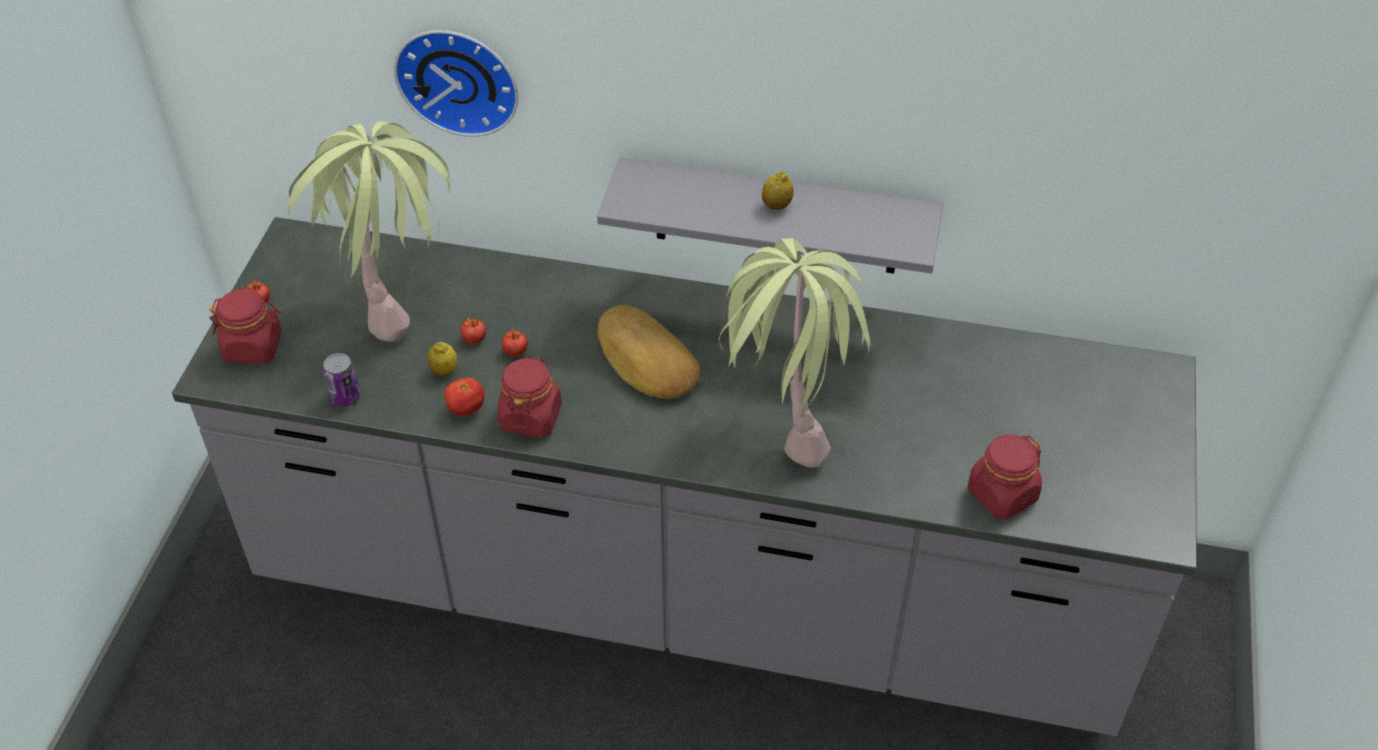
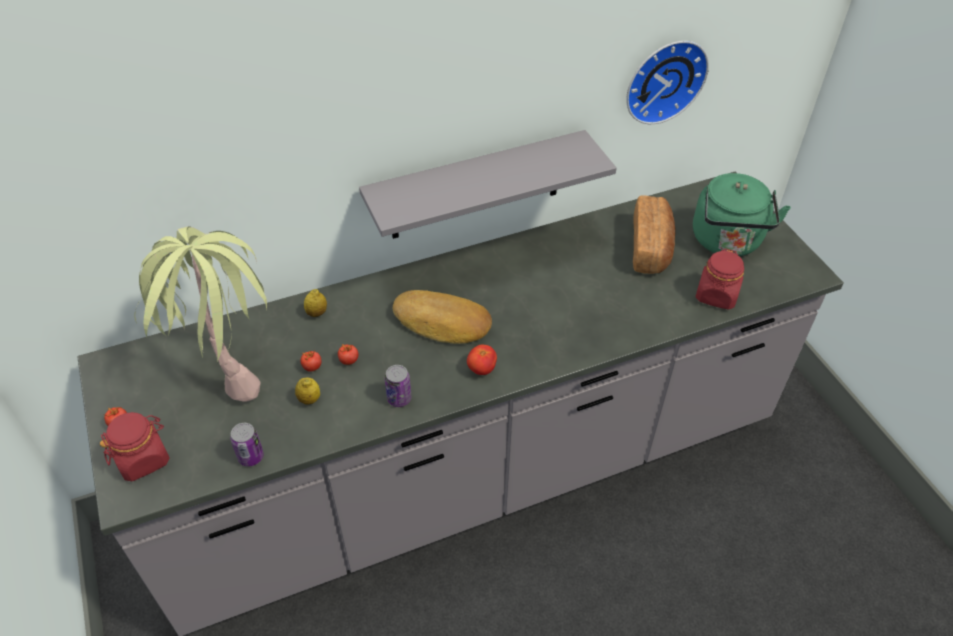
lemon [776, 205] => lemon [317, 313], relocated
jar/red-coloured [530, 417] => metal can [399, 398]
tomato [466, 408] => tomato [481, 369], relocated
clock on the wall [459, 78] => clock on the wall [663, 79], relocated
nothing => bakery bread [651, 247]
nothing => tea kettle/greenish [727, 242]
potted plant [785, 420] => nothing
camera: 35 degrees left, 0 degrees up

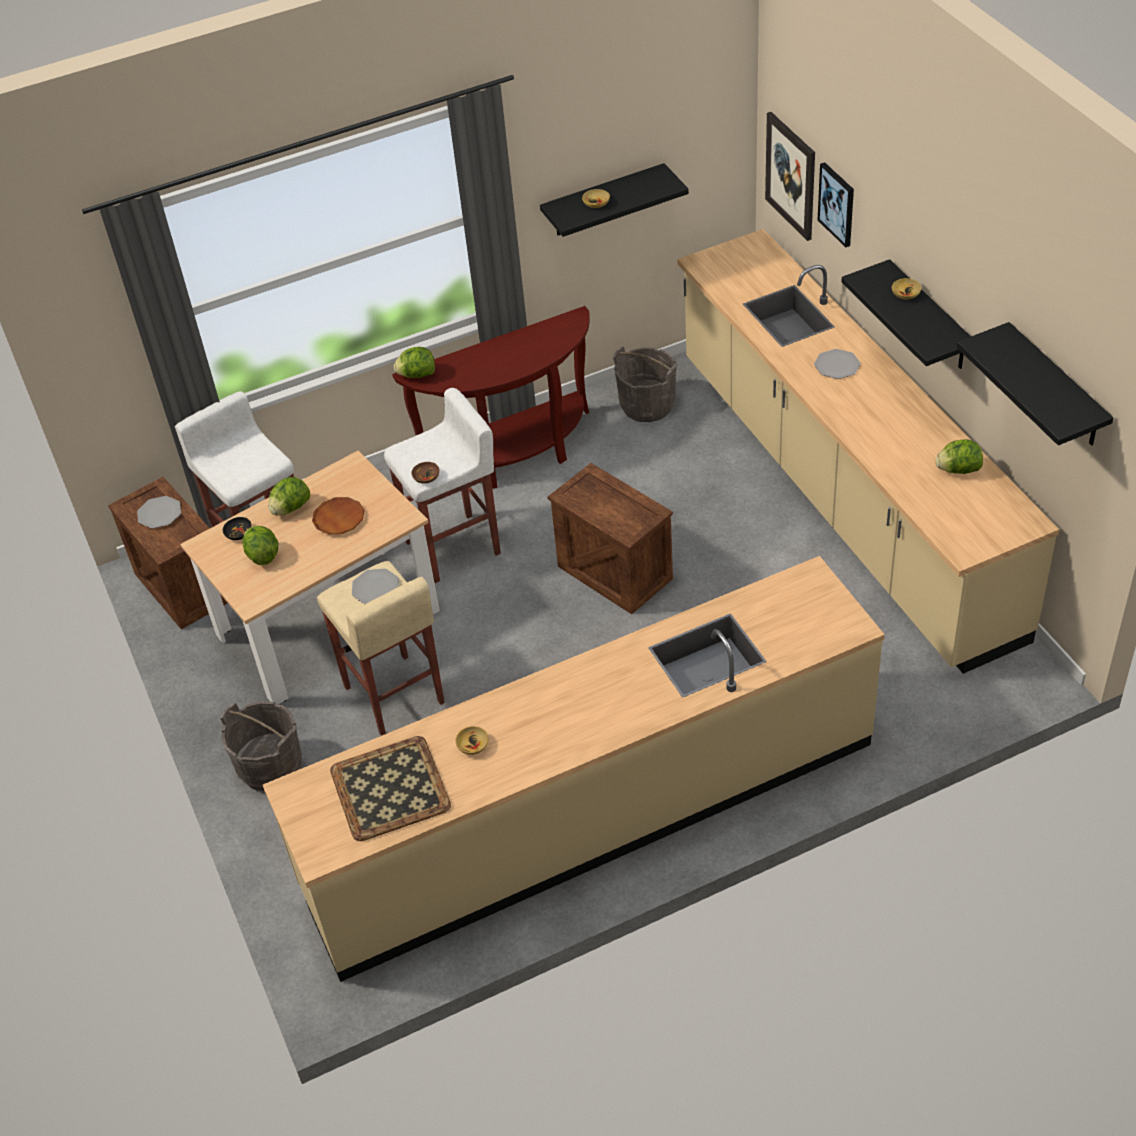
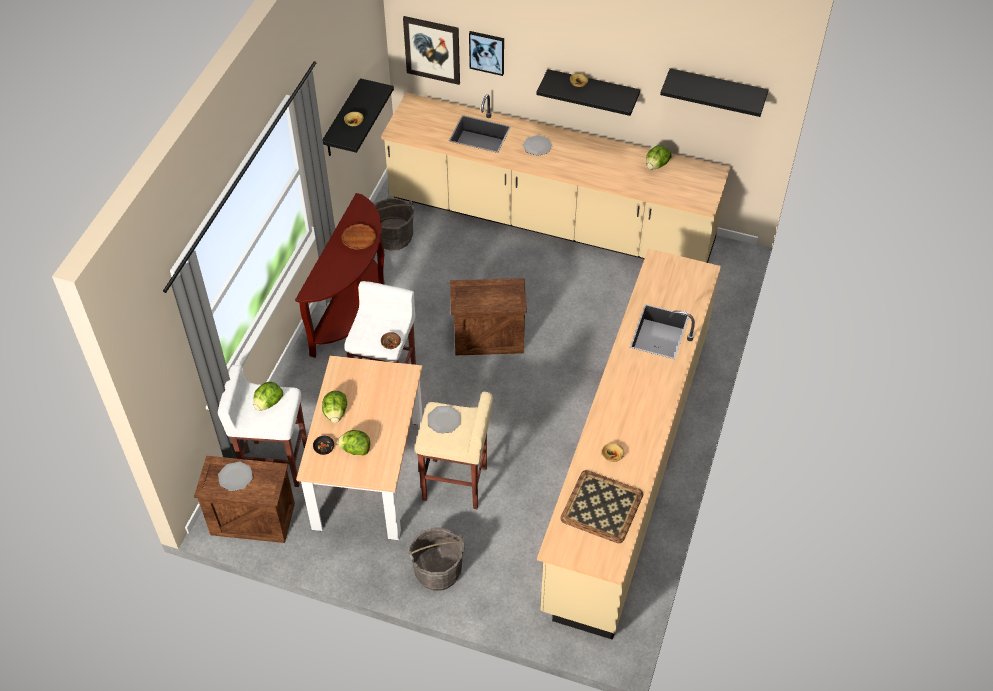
lettuce [417, 375] => lettuce [268, 403], relocated
flat dish/brownish [339, 519] => flat dish/brownish [359, 238], relocated
camera: 50 degrees left, 5 degrees up

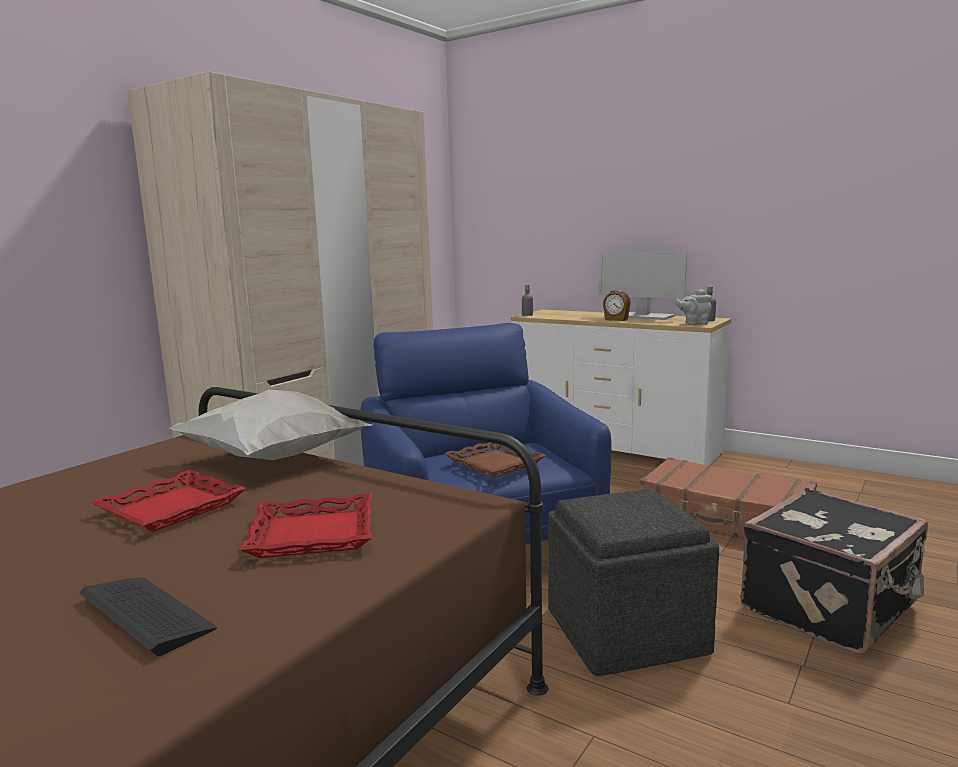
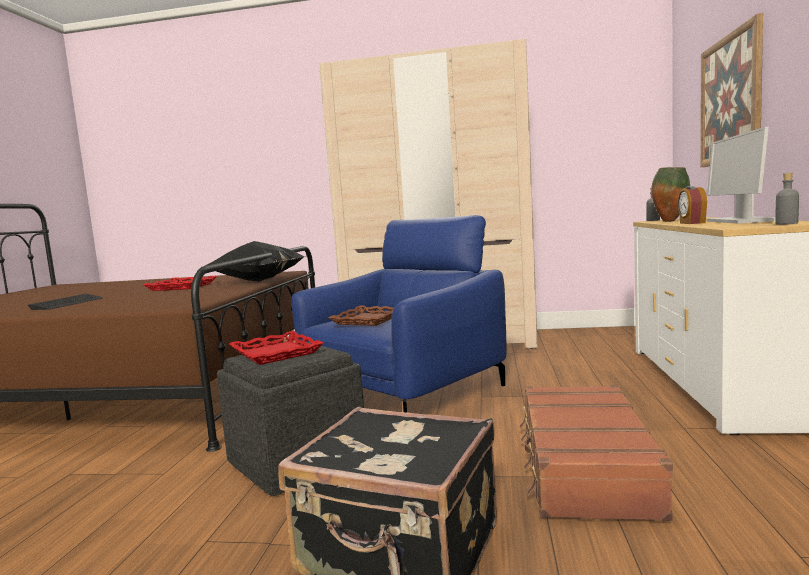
cushion/white [276, 459] => cushion/blackish [256, 282]
serving tray/red-coloured [313, 534] => serving tray/red-coloured [277, 353], relocated
nothing => vase [670, 221]
nothing => picture [730, 99]
pot for tea/grey [694, 324] => nothing
camera: 65 degrees right, 5 degrees down

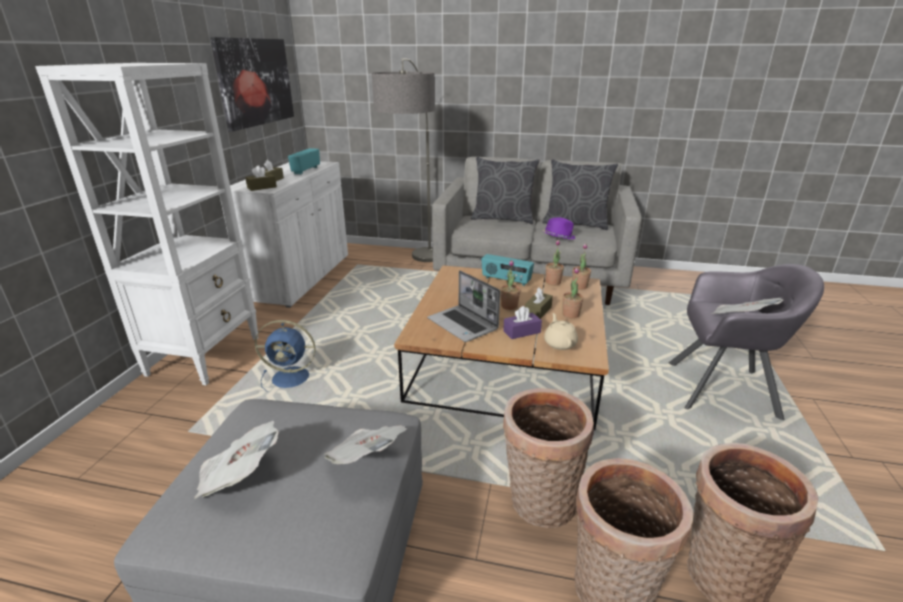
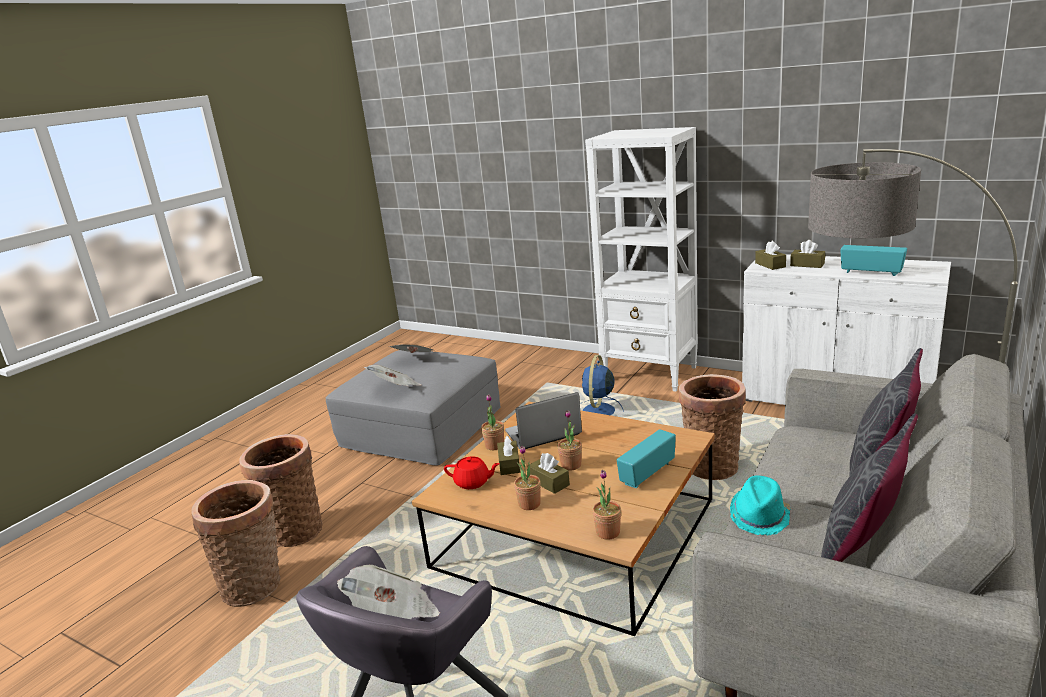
pot for tea/beige-coloured [560, 343] => pot for tea/red-coloured [473, 482]
potted plant [553, 282] => potted plant [494, 446], relocated
tissue holder/purplish [521, 332] => tissue holder/brownish [509, 464]
storage basket [538, 503] => storage basket [711, 465], relocated
hat/purplish [558, 237] => hat/blue-green [760, 516]
picture [255, 82] => nothing
camera: 110 degrees right, 5 degrees down

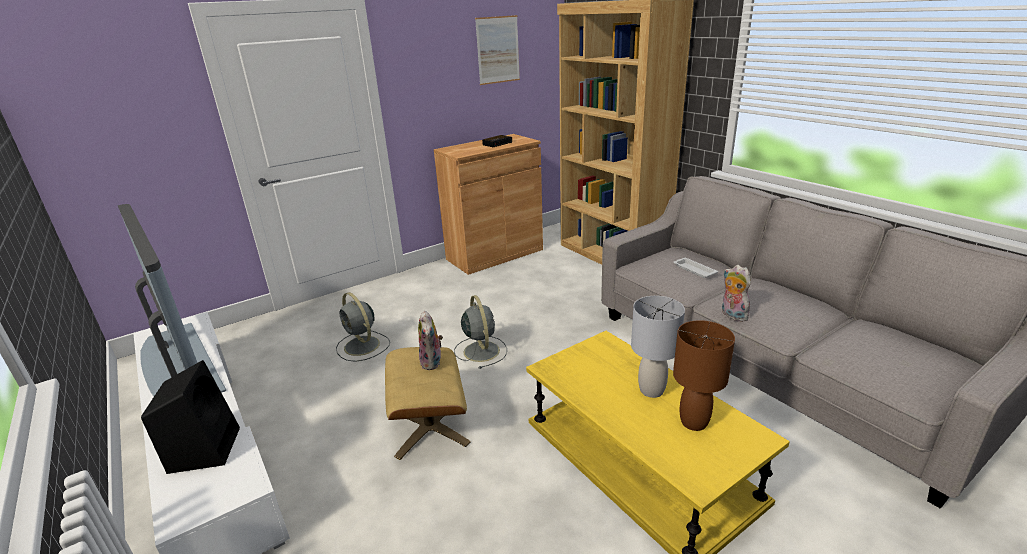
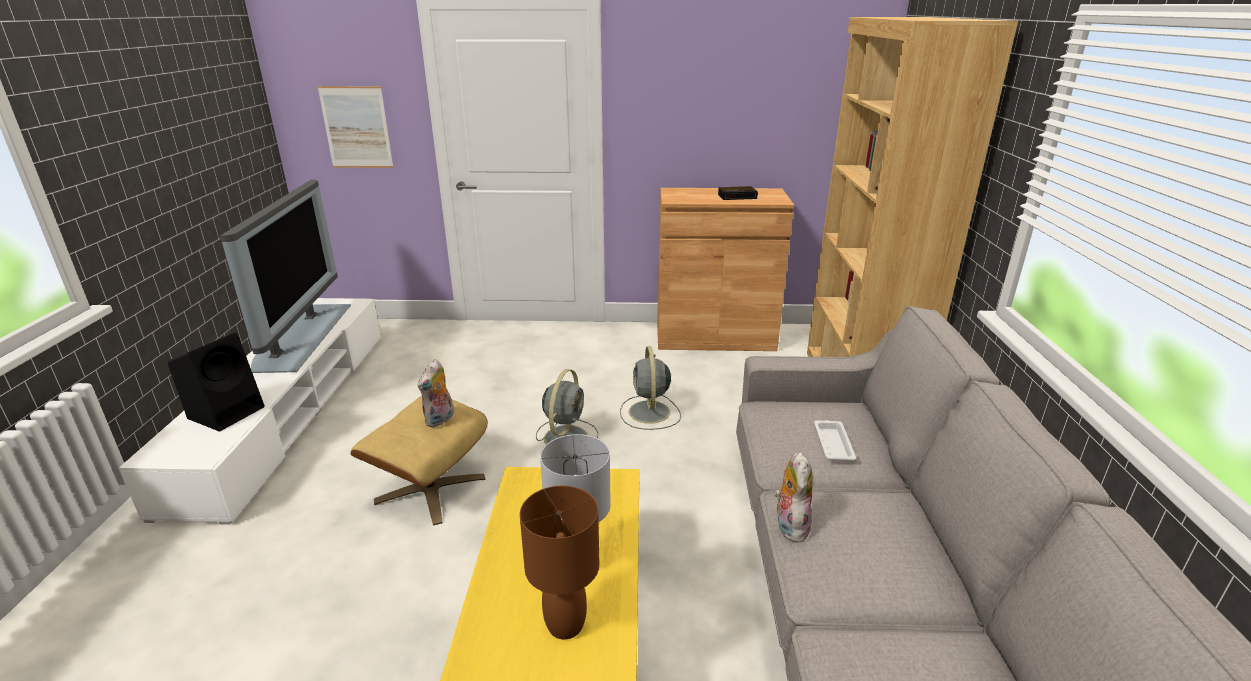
picture [498, 50] => picture [356, 127], relocated
electric fan/grey [363, 346] => electric fan/grey [649, 413], relocated
camera: 35 degrees right, 0 degrees up

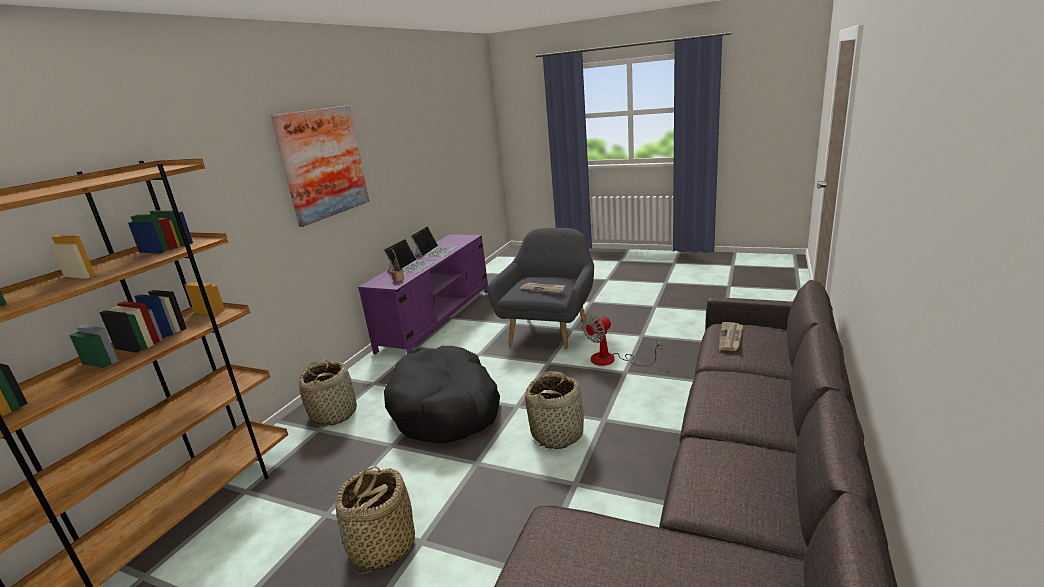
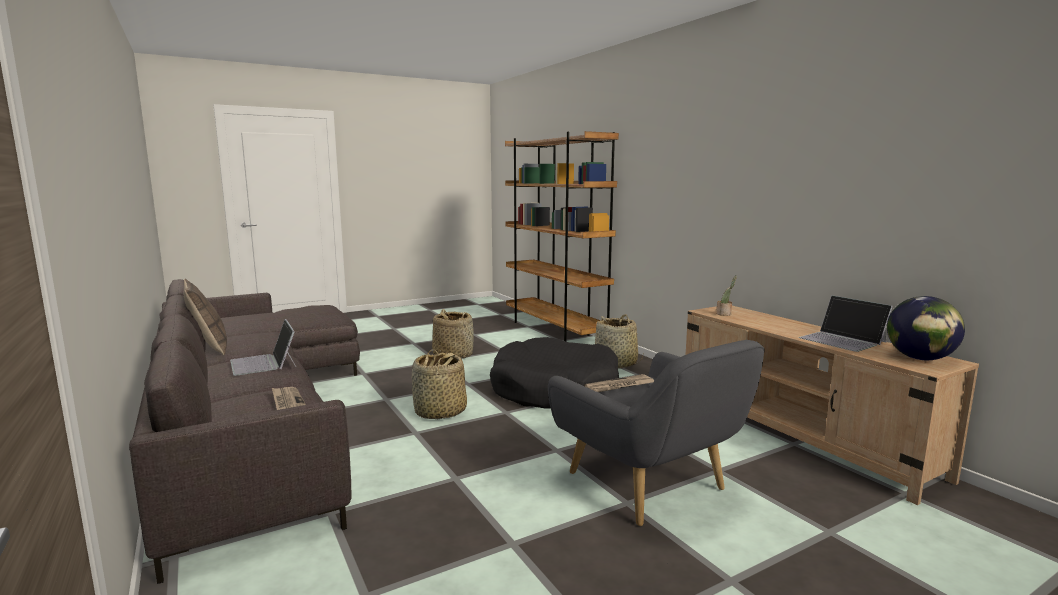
nothing => cushion [208, 348]
portable computer [412, 266] => portable computer [264, 363], relocated
tv unit/purplish [437, 319] => tv unit/beige-coloured [799, 435]
nothing => desk globe [920, 358]
picture [323, 163] => nothing
electric fan [611, 360] => nothing
camera: 125 degrees right, 10 degrees down

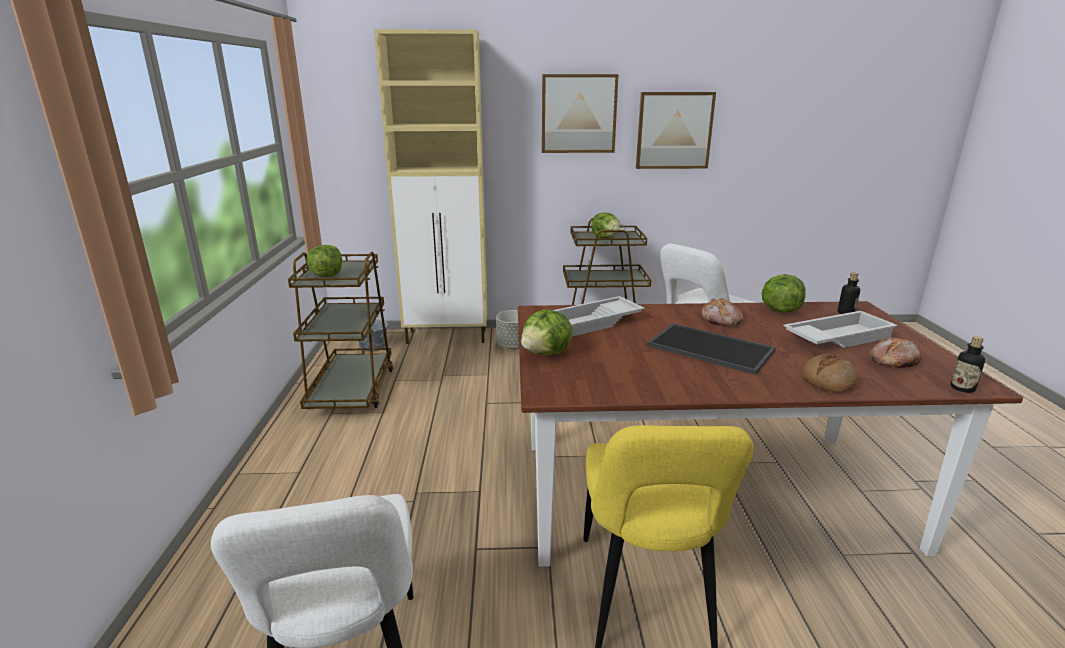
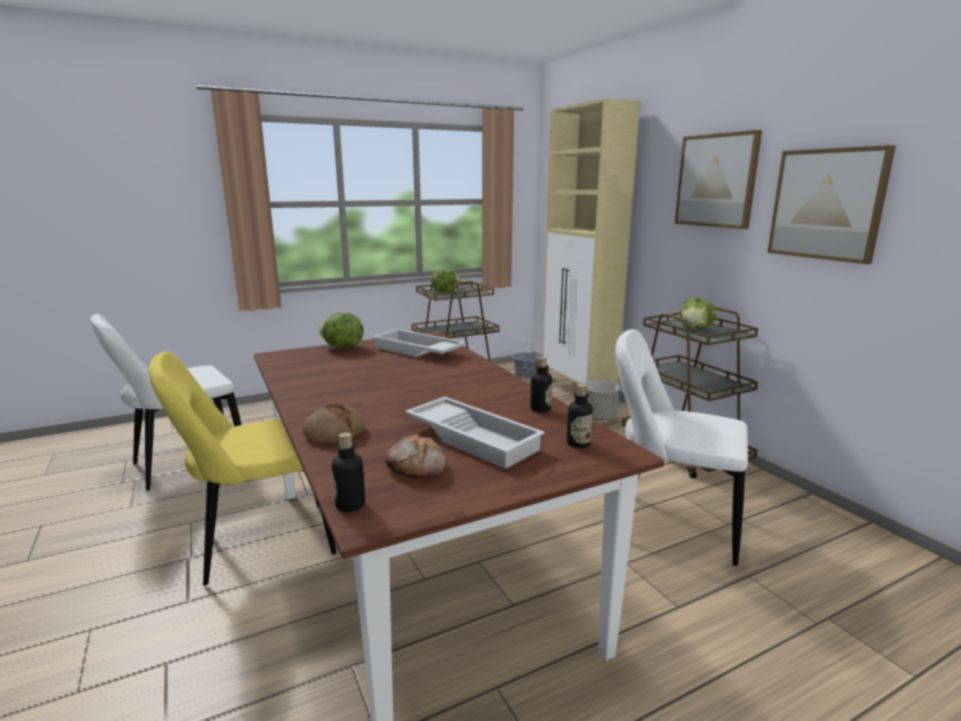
lettuce [779, 310] => beverage bottle [540, 409]
serving tray [708, 348] => nothing
bakery bread [721, 320] => nothing
camera: 65 degrees right, 5 degrees down

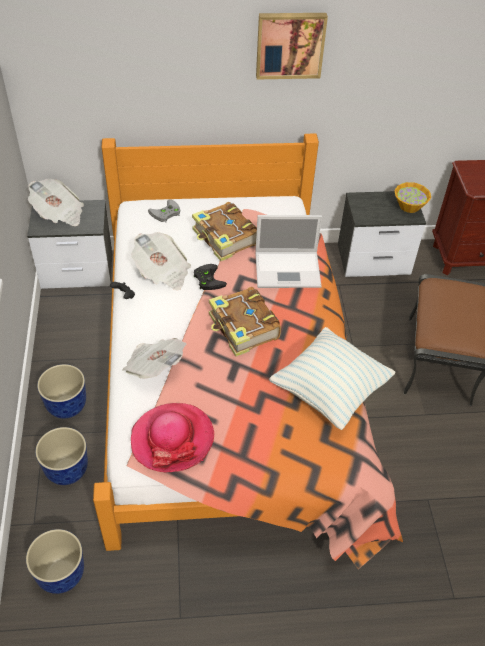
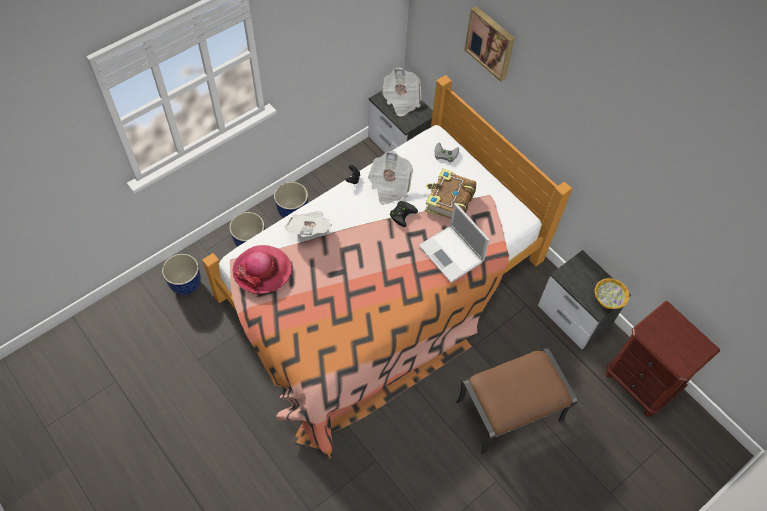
picture [290, 44] => picture [491, 42], relocated
book [243, 328] => nothing
cushion [329, 391] => nothing
camera: 55 degrees right, 10 degrees up

